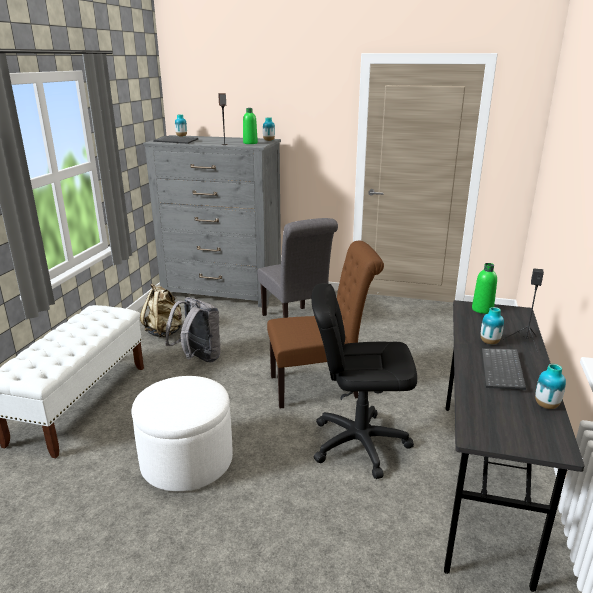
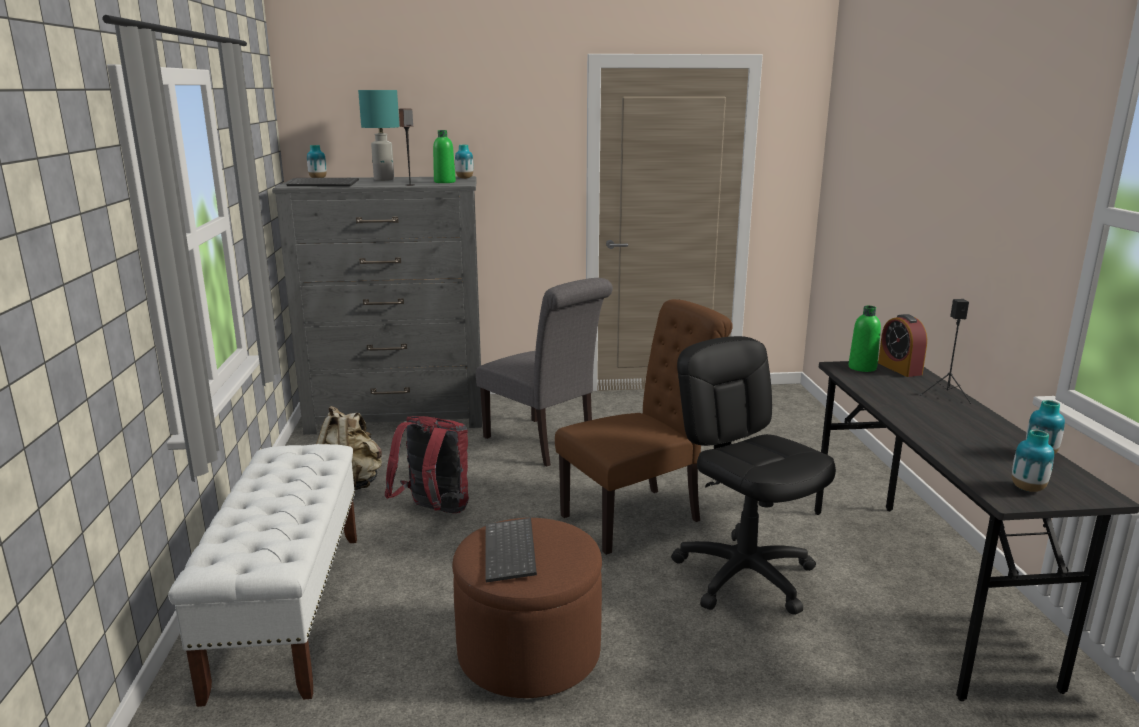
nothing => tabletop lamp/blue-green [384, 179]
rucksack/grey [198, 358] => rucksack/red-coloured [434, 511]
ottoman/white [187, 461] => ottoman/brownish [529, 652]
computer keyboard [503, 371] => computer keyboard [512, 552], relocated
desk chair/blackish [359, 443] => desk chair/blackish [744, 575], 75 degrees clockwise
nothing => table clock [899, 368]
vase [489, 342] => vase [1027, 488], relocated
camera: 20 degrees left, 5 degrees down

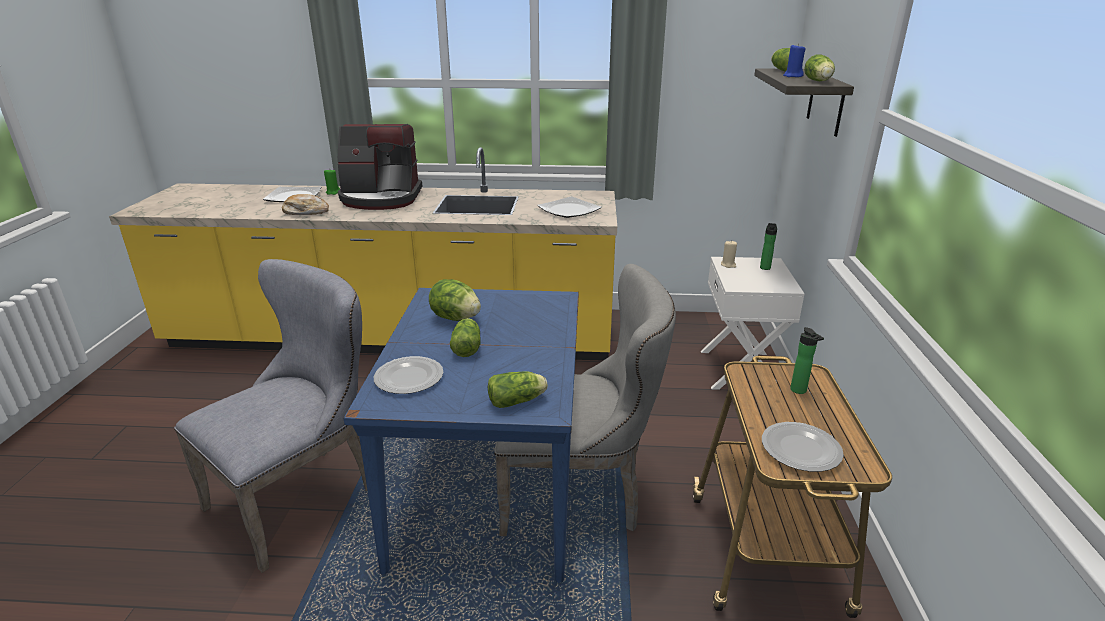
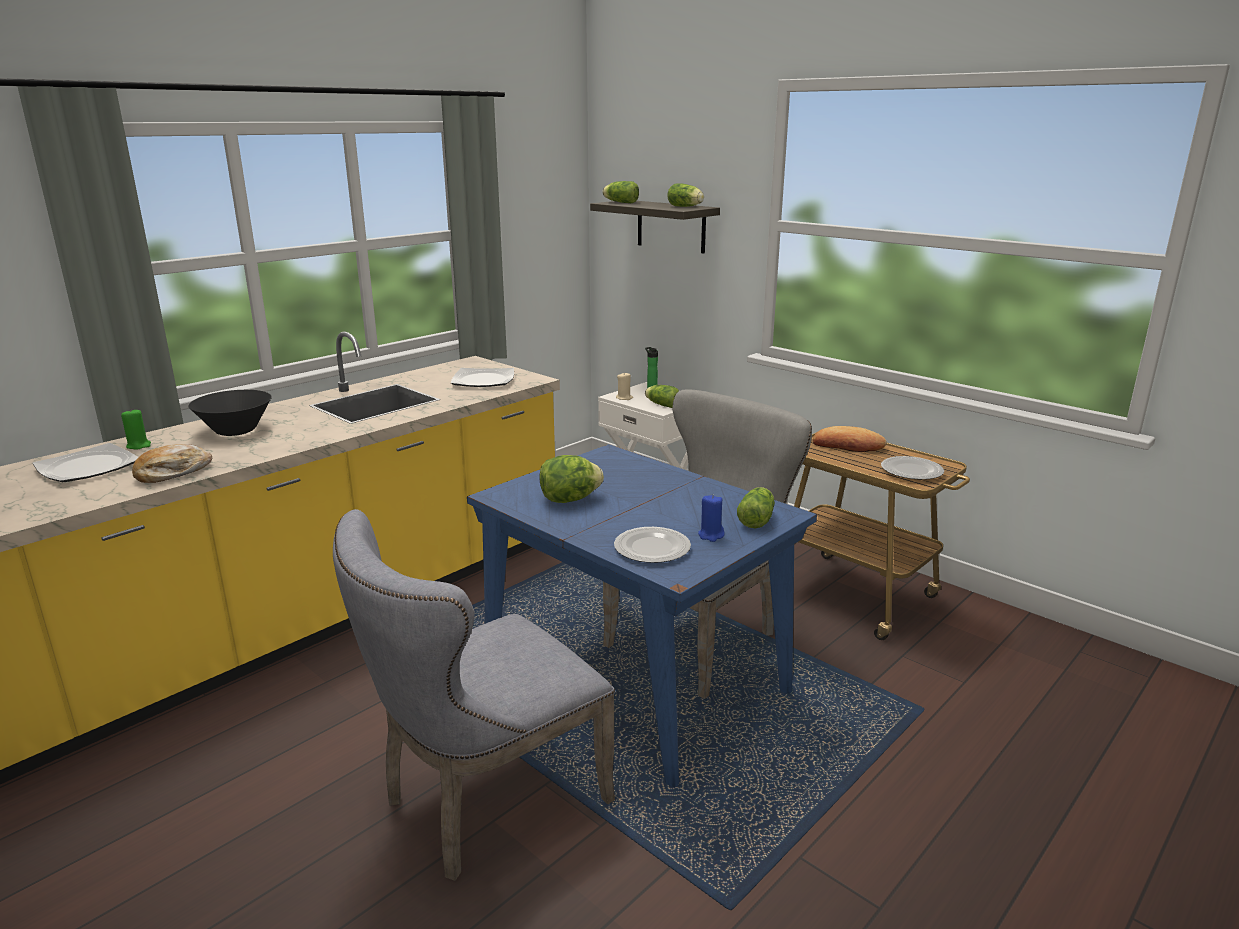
coffee machine [381, 198] => serving bowl/blackish [236, 431]
upright chair/grey [303, 495] => upright chair/grey [483, 803], 120 degrees counterclockwise
lettuce [467, 347] => lettuce [661, 404], relocated
candle/blue [792, 76] => candle/blue [711, 535], relocated
beverage bottle [800, 391] => bakery bread [848, 446]
camera: 50 degrees left, 5 degrees down

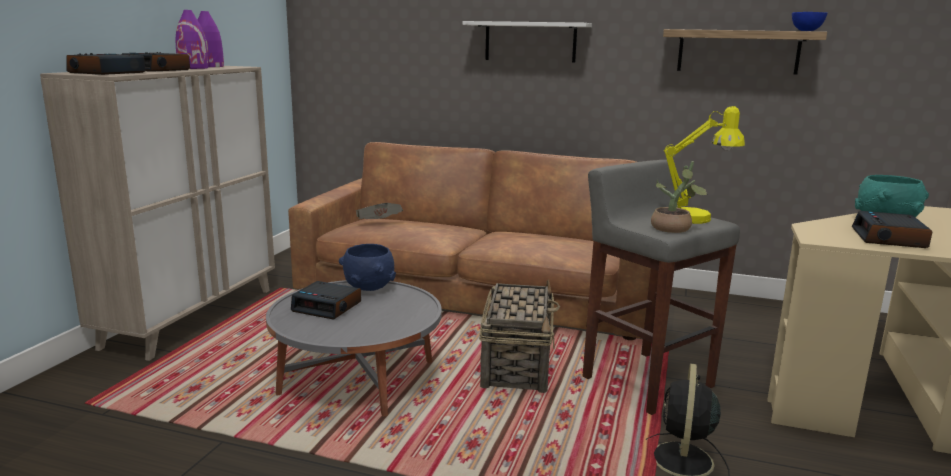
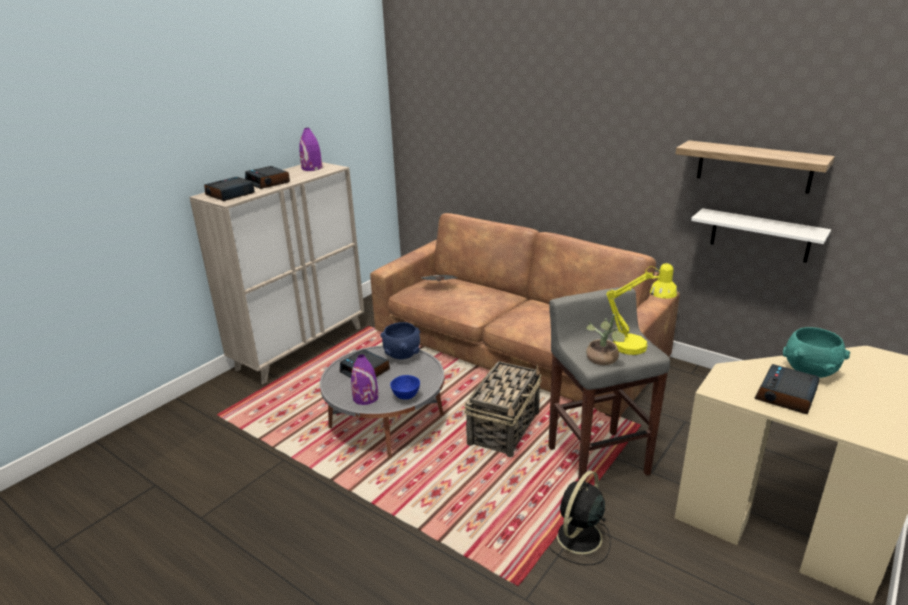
vase/purplish [193, 68] => vase/purplish [366, 397], relocated
serving bowl/blue [806, 31] => serving bowl/blue [405, 396], relocated
shelf/white [530, 42] => shelf/white [760, 235], relocated
camera: 20 degrees right, 10 degrees up

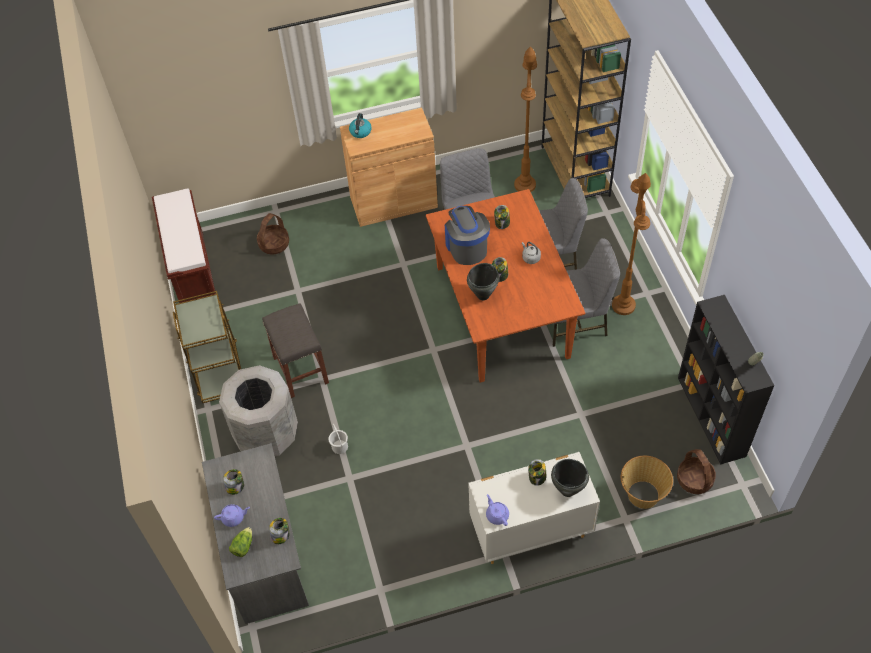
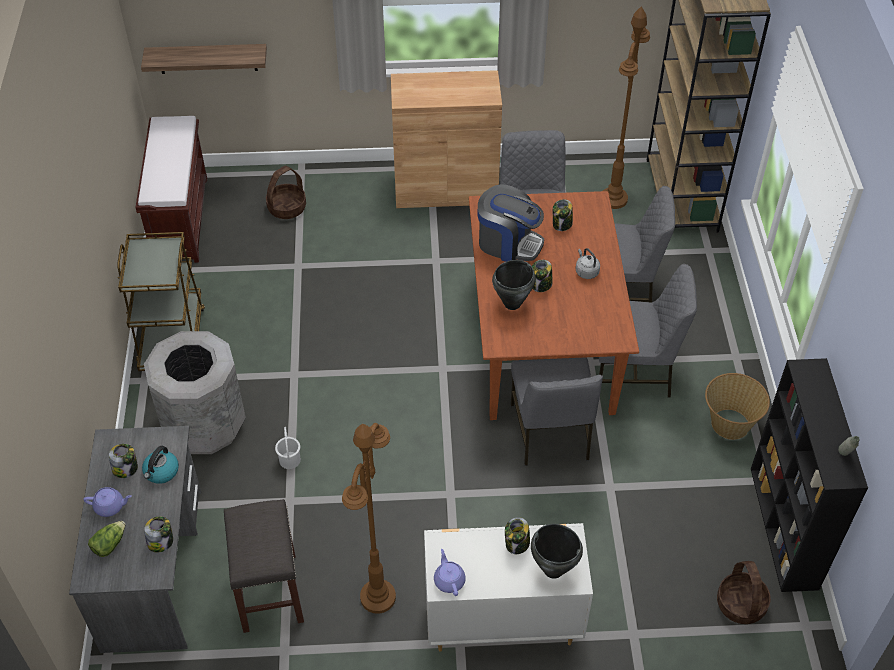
nothing => shelf [207, 58]
tea kettle [360, 132] => tea kettle [161, 472], relocated
stool/grey [301, 370] => stool/grey [270, 593], relocated
standard lamp/brownish [623, 306] => standard lamp/brownish [378, 597], relocated
coffee machine [466, 247] => coffee machine [508, 243], 120 degrees clockwise
nothing => upright chair/grey [550, 433]
storage basket [642, 495] => storage basket [729, 424], relocated
camera: 10 degrees right, 5 degrees down

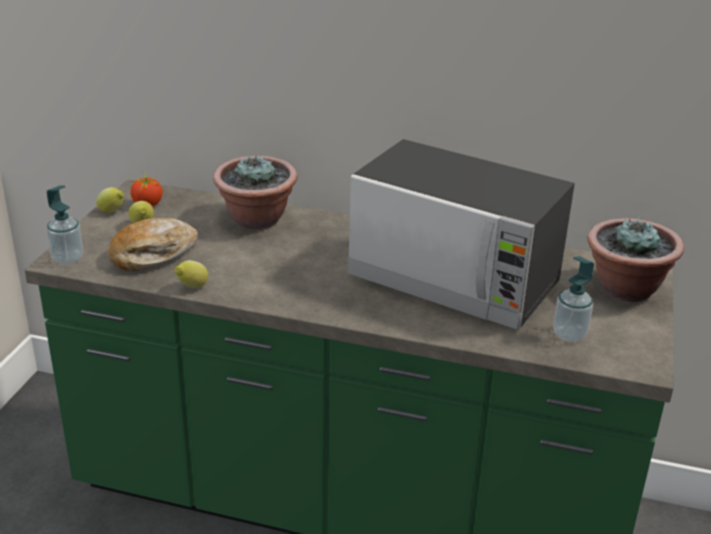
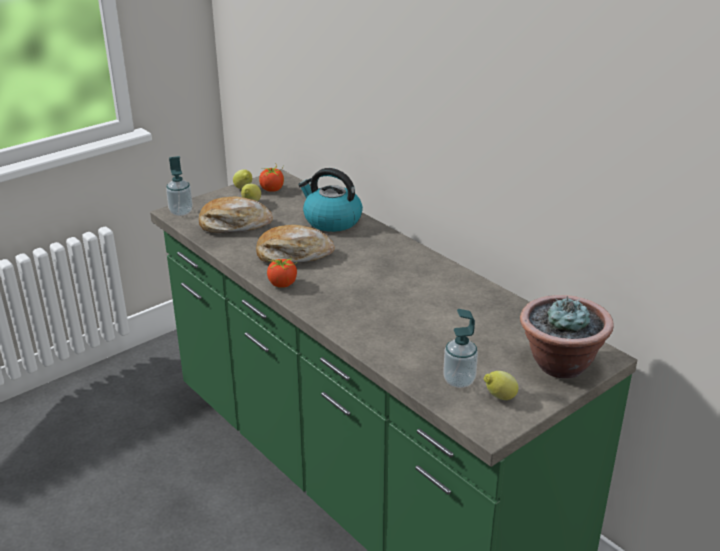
nothing => bakery bread [293, 254]
nothing => tomato [283, 284]
potted plant [257, 220] => tea kettle [331, 220]
lemon [191, 287] => lemon [499, 397], relocated
microwave oven [454, 280] => nothing
camera: 35 degrees right, 0 degrees up

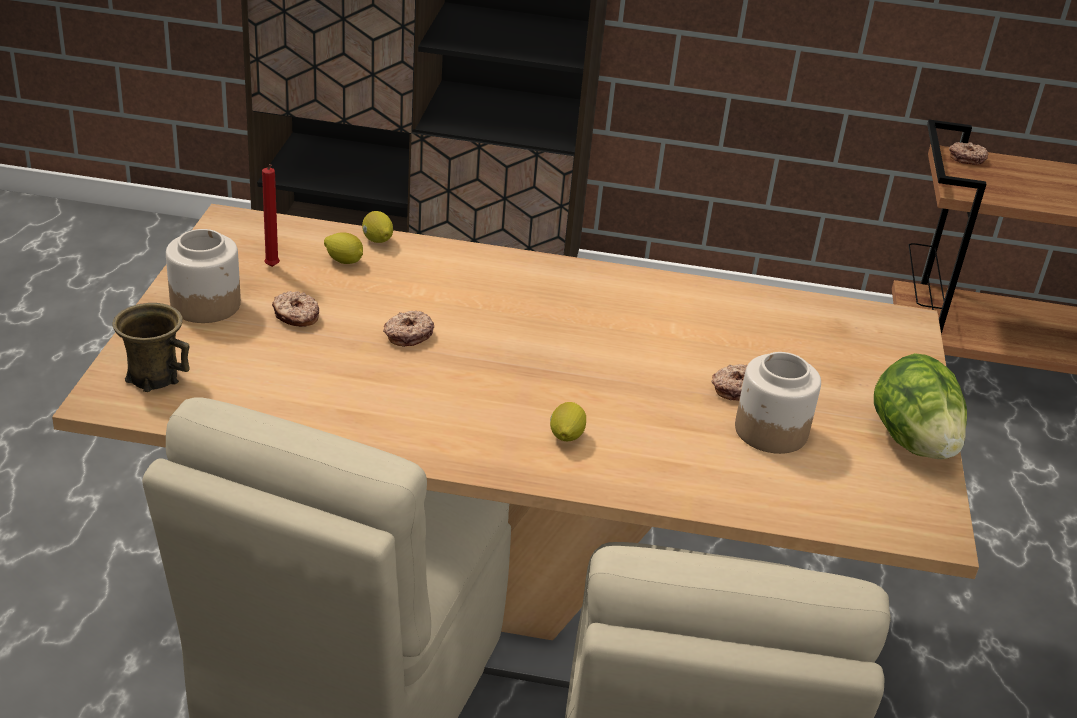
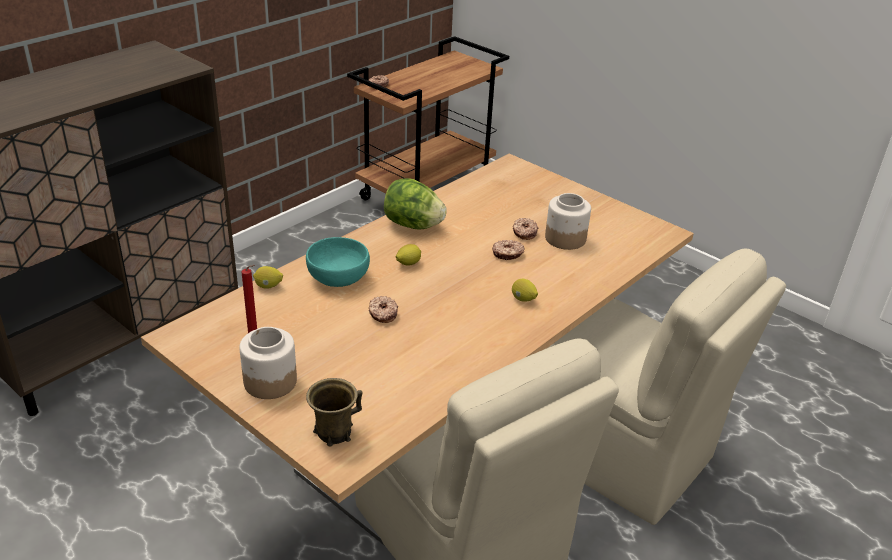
nothing => serving bowl/blue-green [338, 278]
lettuce [912, 441] => lettuce [413, 225], relocated
lemon [344, 261] => lemon [408, 263], relocated
ring doughnut [296, 316] => ring doughnut [507, 254], relocated
camera: 55 degrees left, 0 degrees up

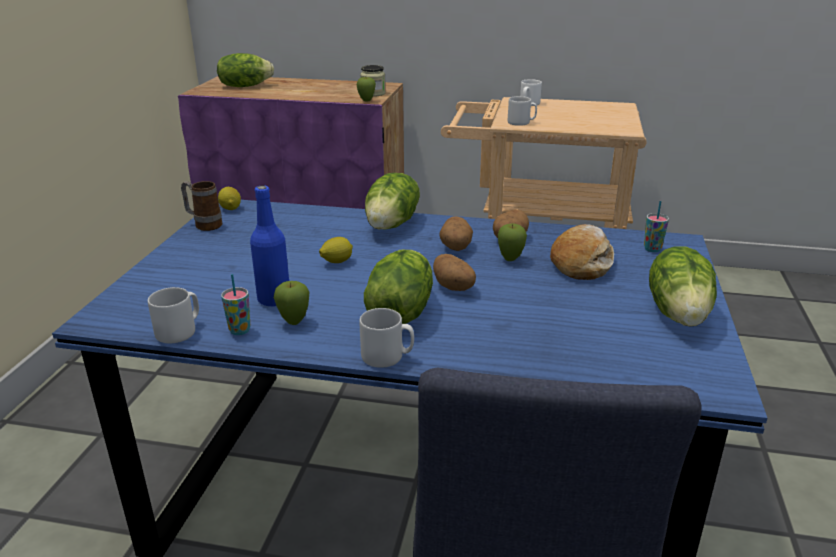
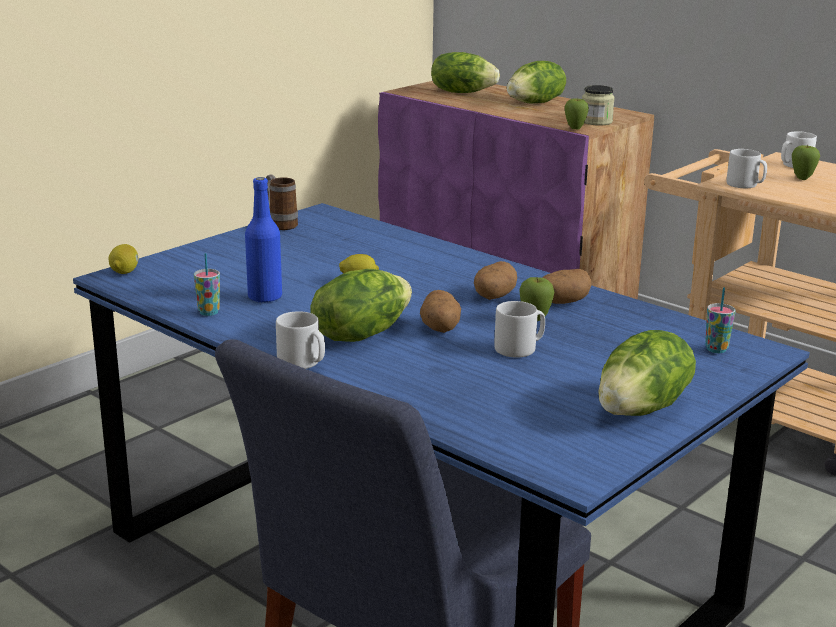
lemon [230, 208] => lemon [125, 272], relocated
mug/grey [180, 331] => mug/grey [520, 348], relocated
lettuce [392, 224] => lettuce [536, 103], relocated
apple [294, 322] => apple [802, 178], relocated
bakery bread [581, 263] => nothing
camera: 30 degrees right, 5 degrees down

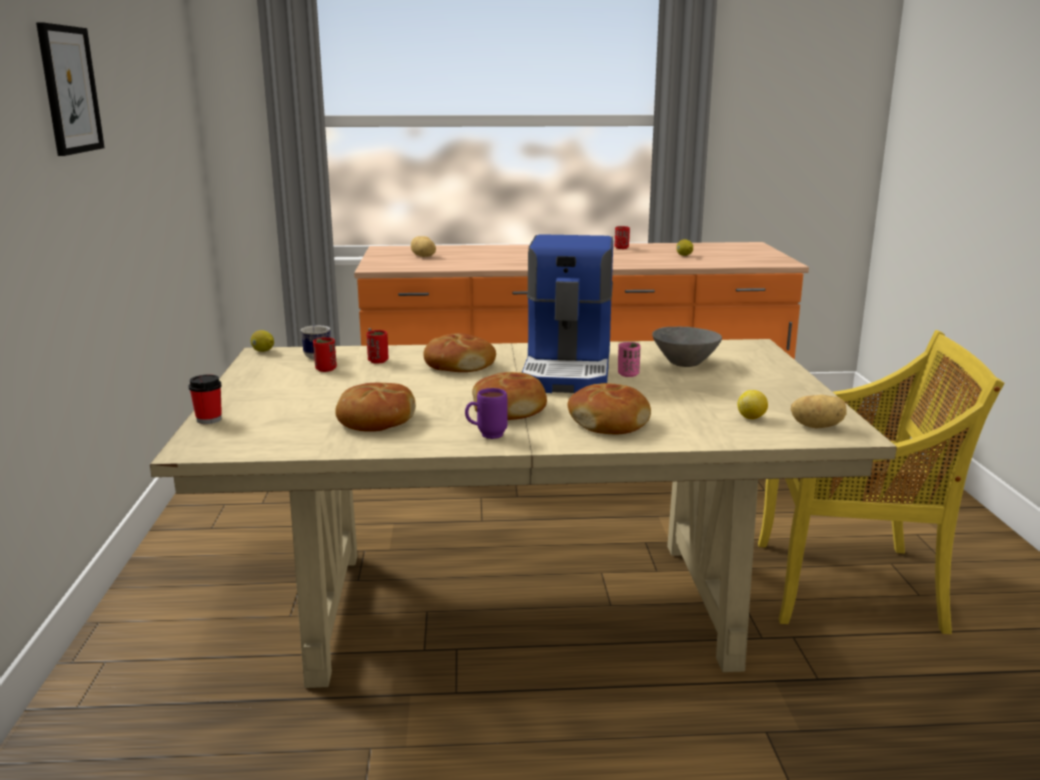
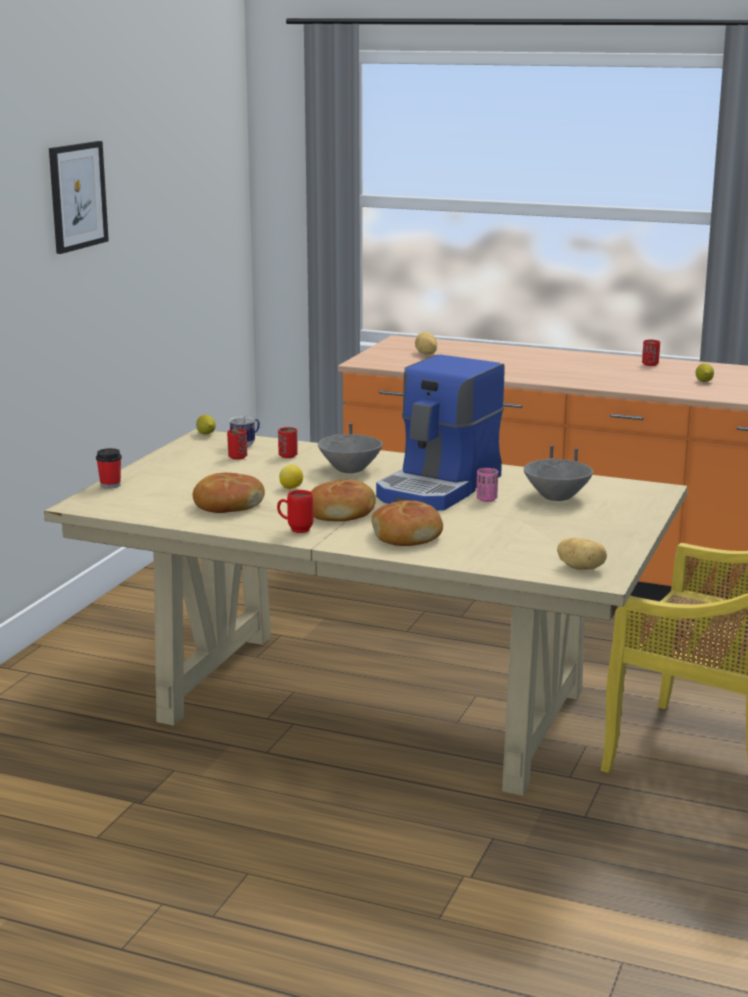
mug/purplish [486, 436] => mug/red-coloured [295, 530]
lemon [751, 418] => lemon [291, 488], relocated
bakery bread [458, 365] => serving bowl/grey [350, 469]
camera: 25 degrees right, 0 degrees up

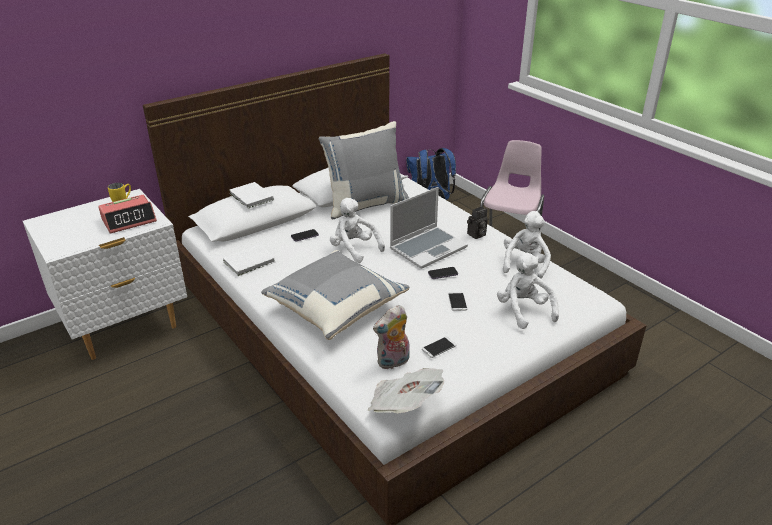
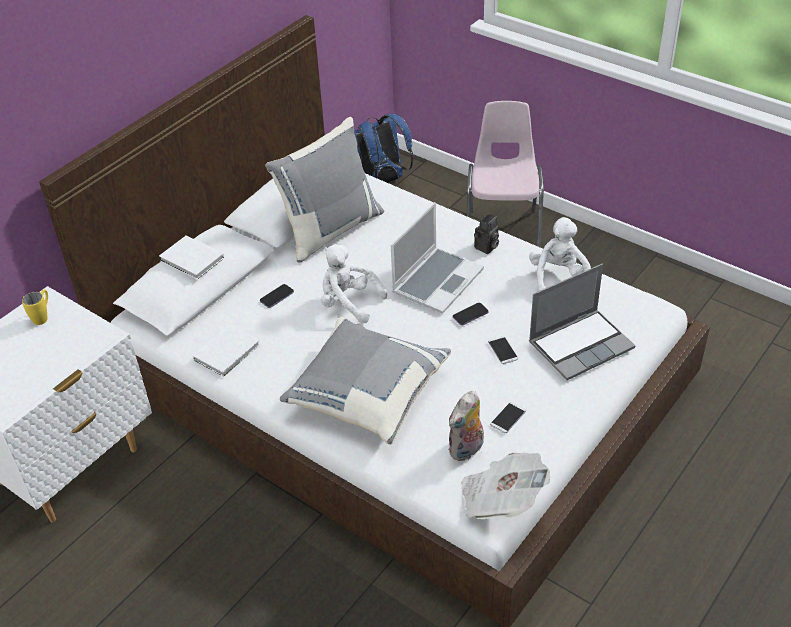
plush toy/white [524, 310] => portable computer [581, 344]
table clock [129, 220] => nothing
camera: 15 degrees left, 10 degrees up

